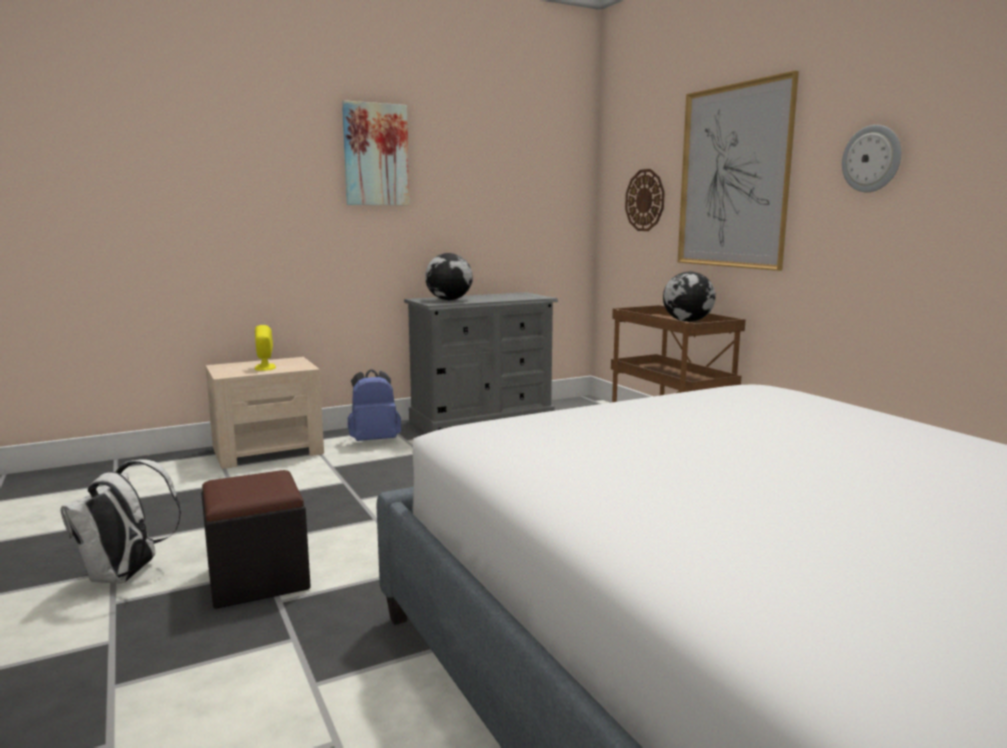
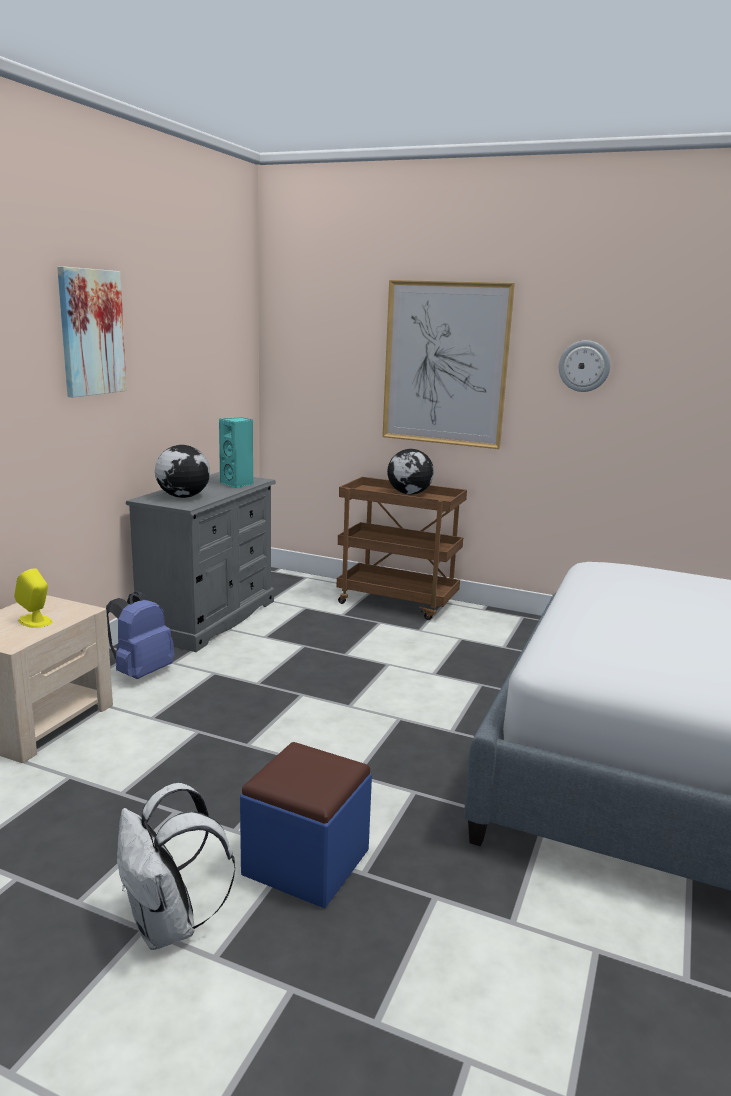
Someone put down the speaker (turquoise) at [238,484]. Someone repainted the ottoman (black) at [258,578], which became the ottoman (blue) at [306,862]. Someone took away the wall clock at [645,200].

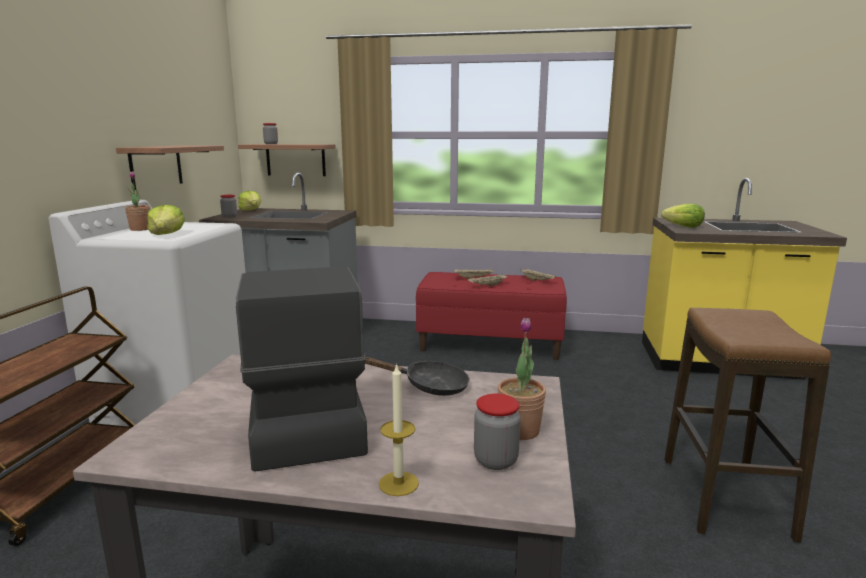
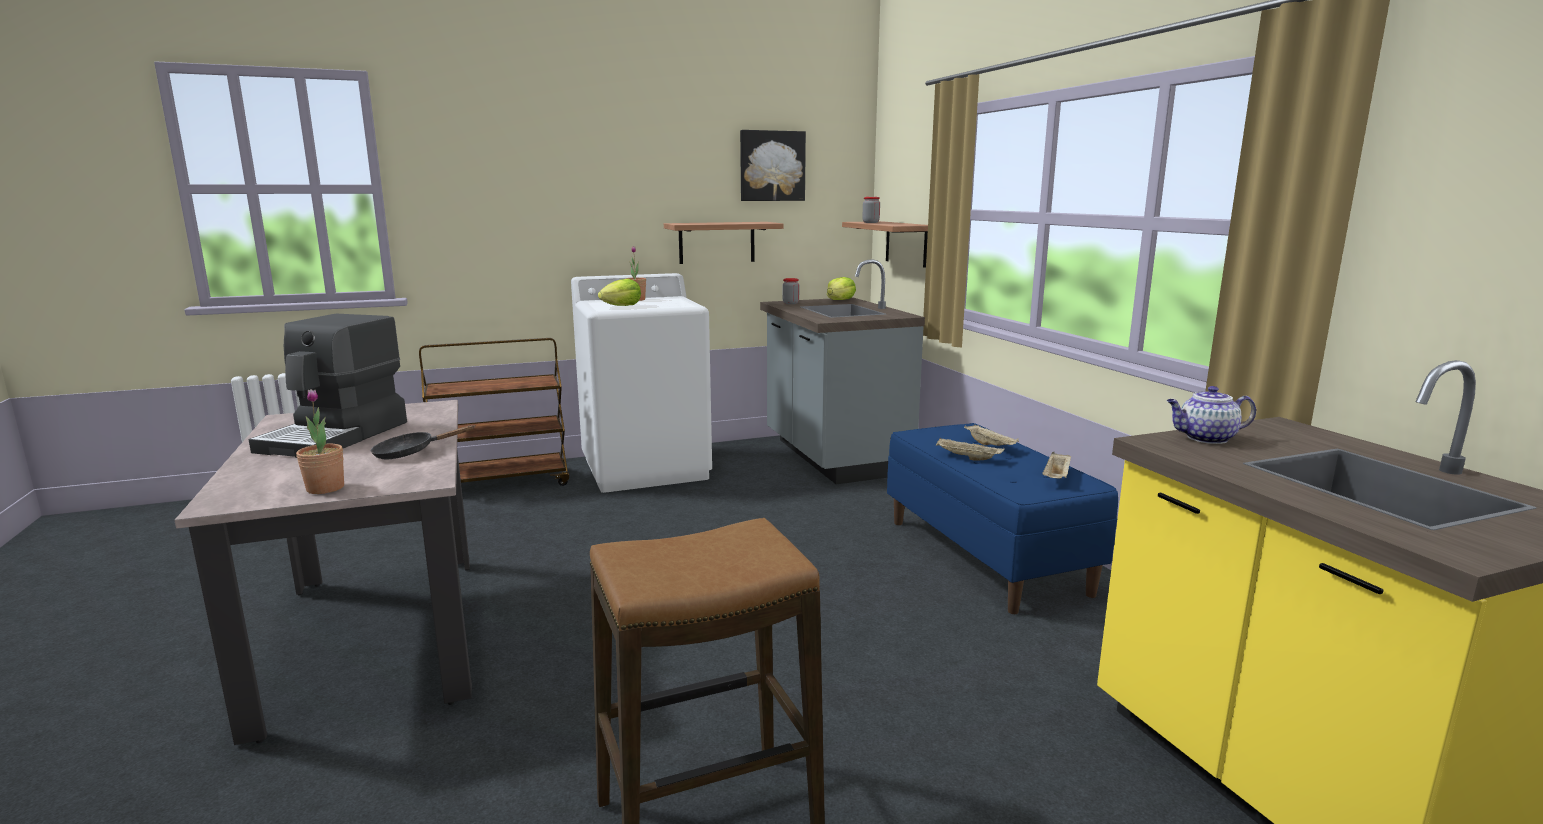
Someone rotated the coffee machine at [303,420] by 150 degrees clockwise. Someone rotated the frying pan (black) at [429,386] by 90 degrees clockwise. Someone put up the picture at [771,166]. Someone repainted the bench (red) at [490,344], which became the bench (blue) at [986,556]. Someone swapped the lettuce at [683,227] for the teapot at [1205,438]. Someone took away the candle at [398,483]. Someone took away the jar at [495,460].

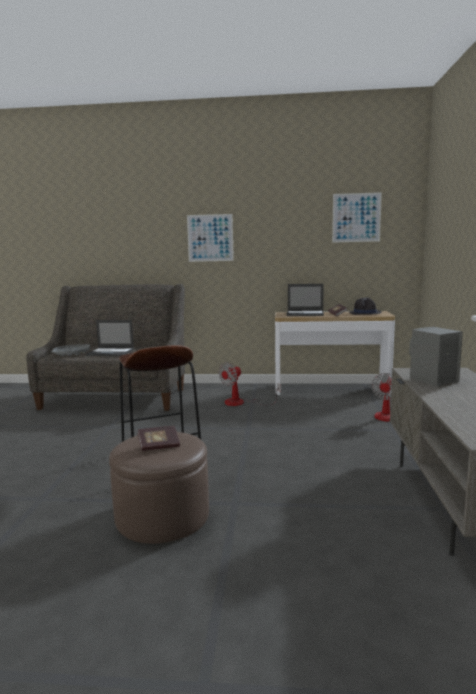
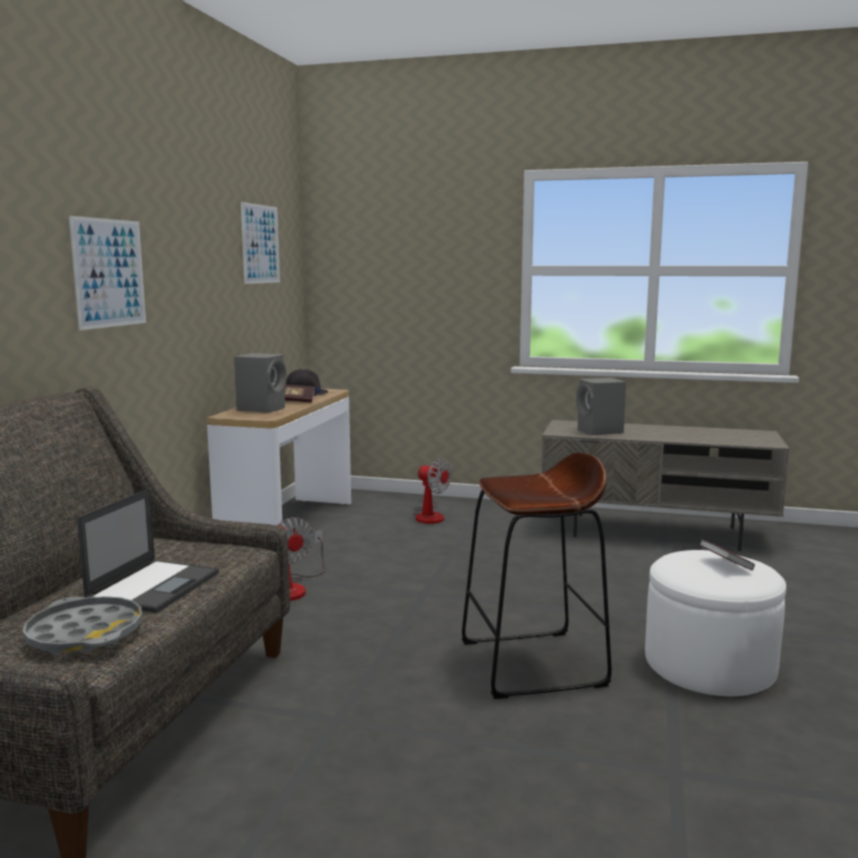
Someone swapped the laptop at [305,314] for the speaker (grey) at [262,409]. Someone repainted the ottoman (brown) at [162,516], which became the ottoman (white) at [709,664].

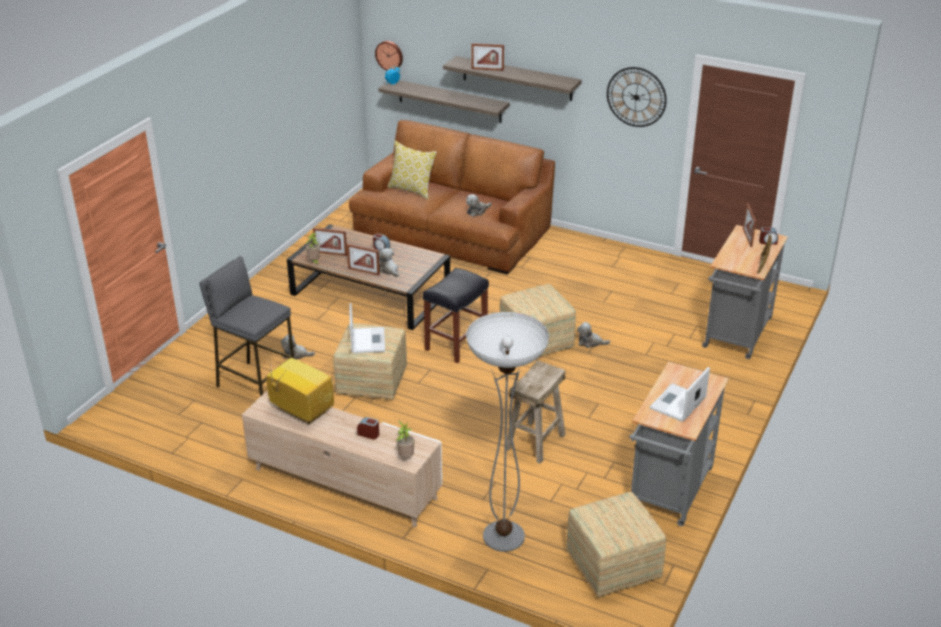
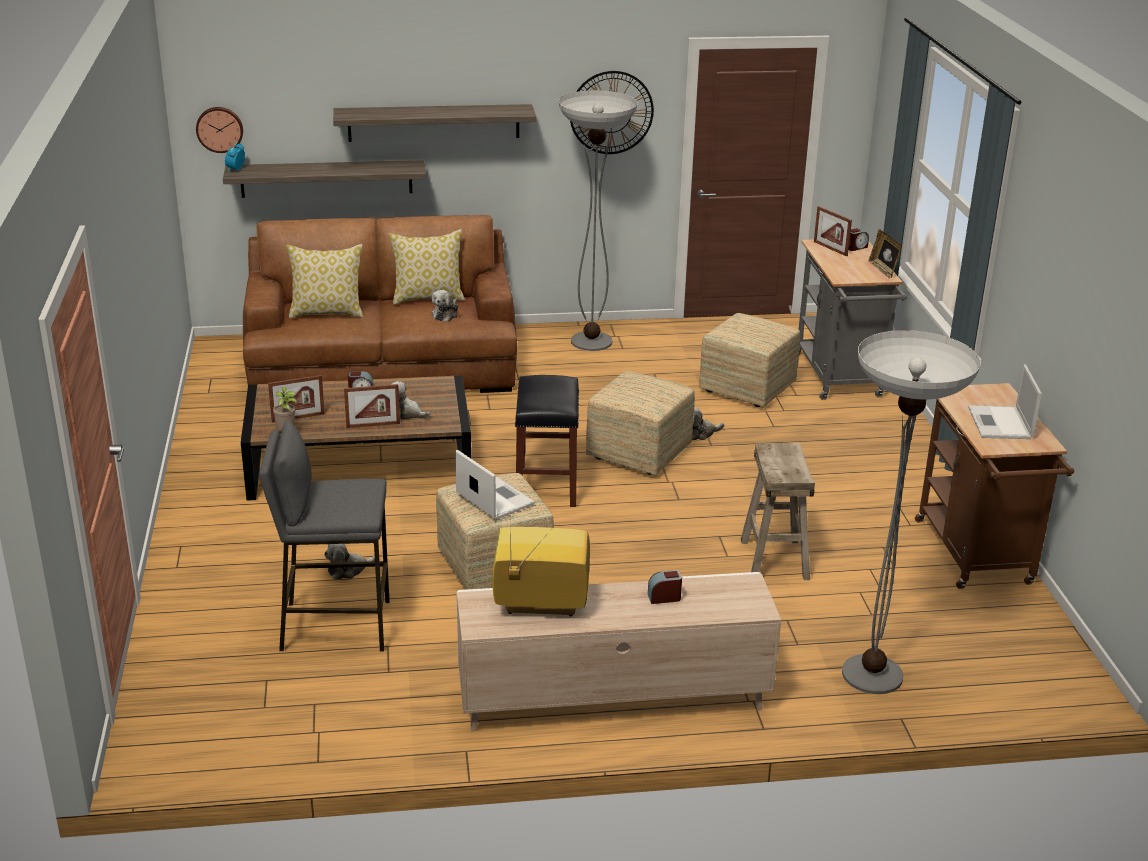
Someone put down the pillow at [428,298]. Someone put down the floor lamp at [591,341]. Someone carried the ottoman from [613,565] to [747,388]. Someone repainted the cart (grey) at [668,494], which became the cart (brown) at [977,557]. Someone took away the potted plant at [405,457]. Someone took away the picture frame at [487,69].

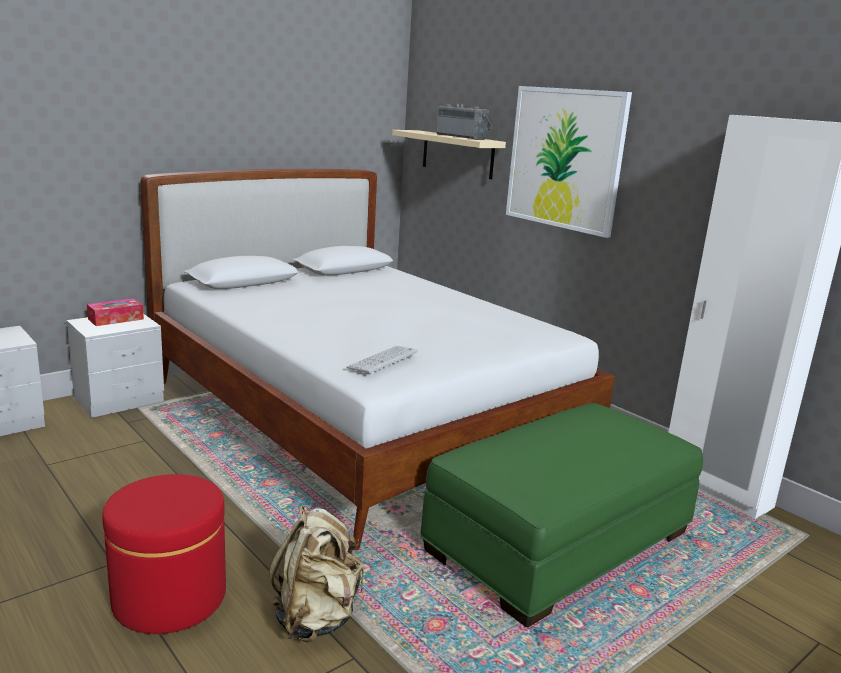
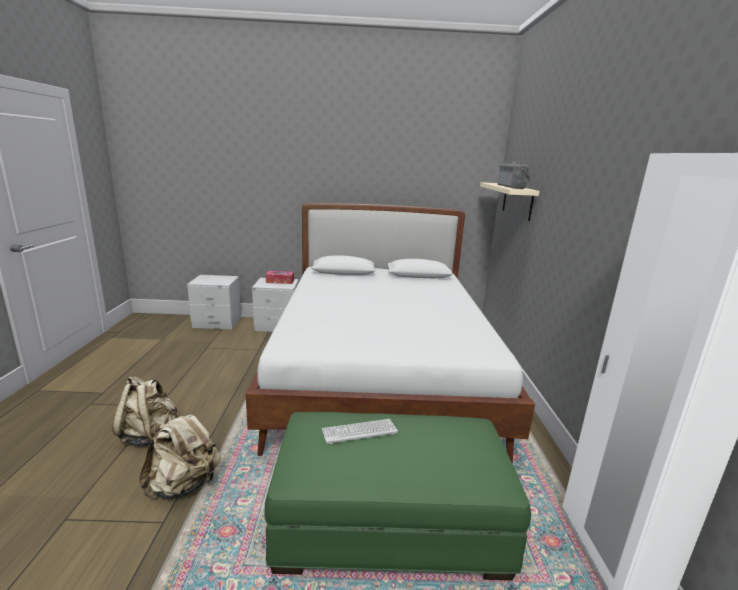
Someone swapped the ottoman (red) at [169,598] for the backpack (beige) at [150,435]. Someone carried the keyboard from [383,360] to [359,431]. Someone took away the picture at [565,159].

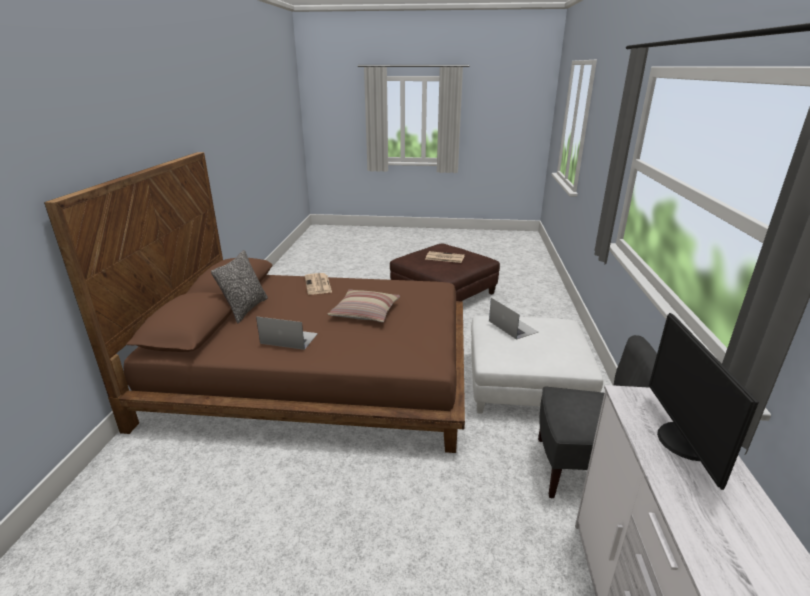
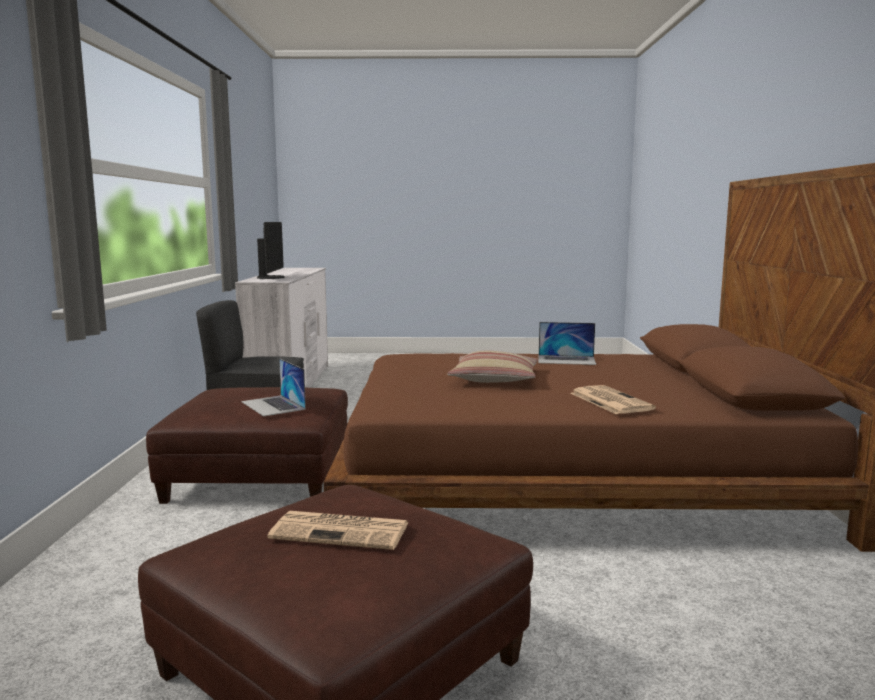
Someone repainted the ottoman (white) at [525,384], which became the ottoman (brown) at [261,475]. Someone took away the pillow at [245,309].

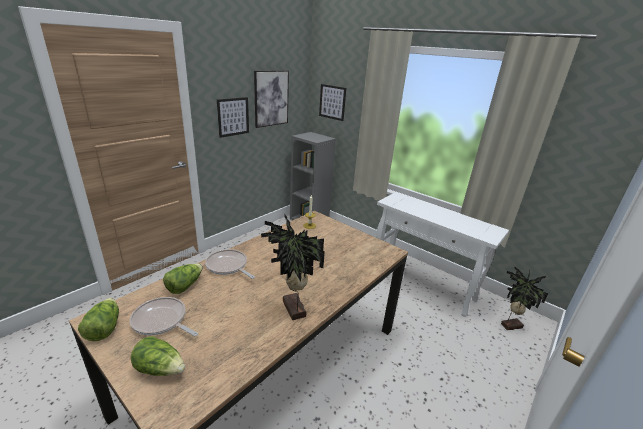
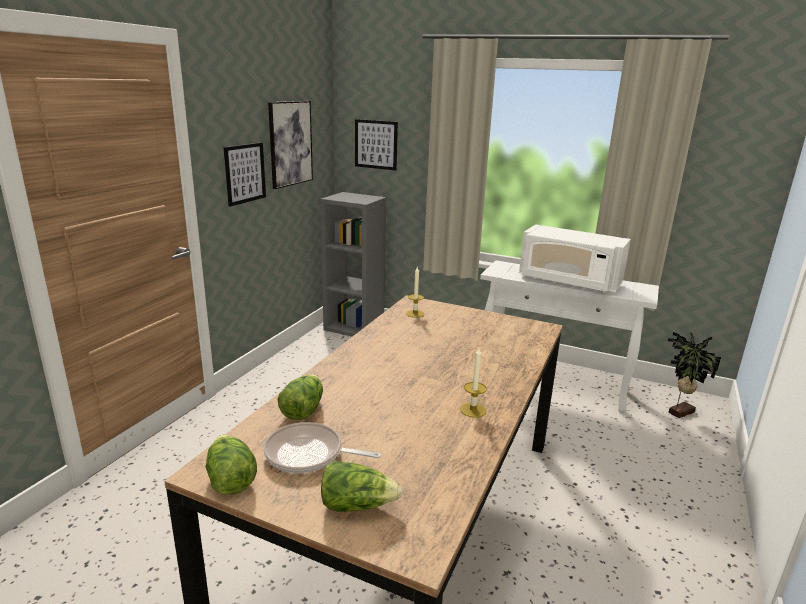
Someone swapped the potted plant at [292,310] for the candle at [473,410]. Someone put down the microwave (white) at [568,281]. Someone took away the frying pan at [228,266].

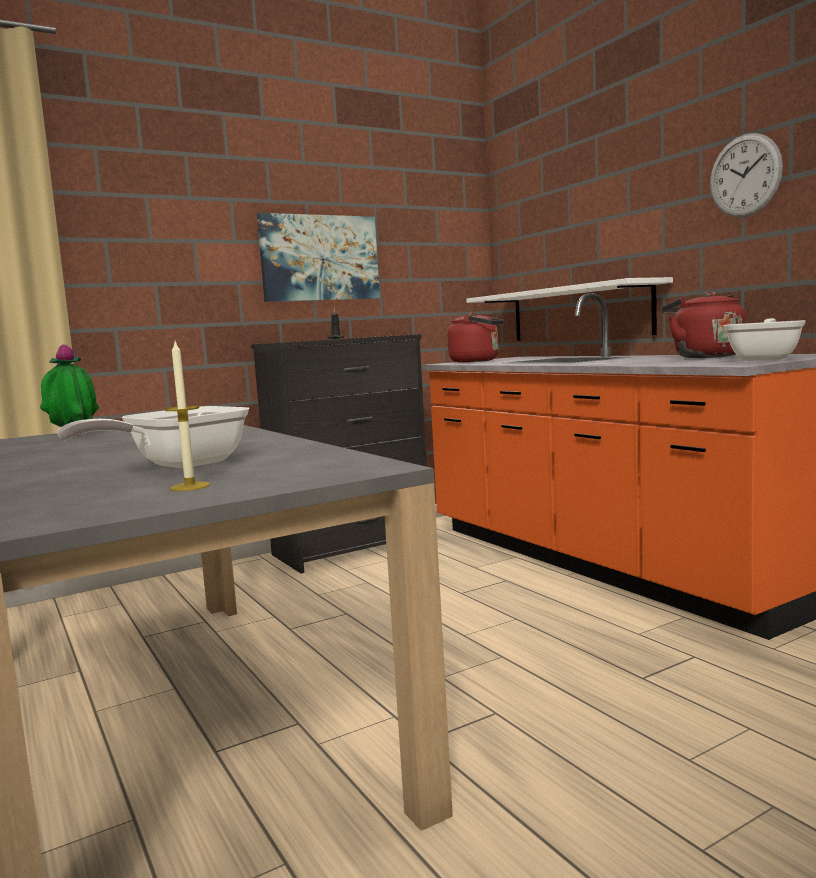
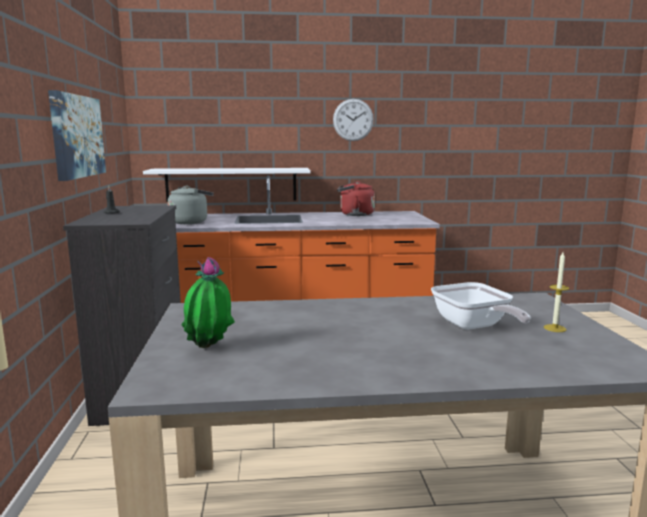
Someone repainted the kettle (red) at [477,361], which became the kettle (grey) at [190,222]. Someone took away the frying pan at [766,359].

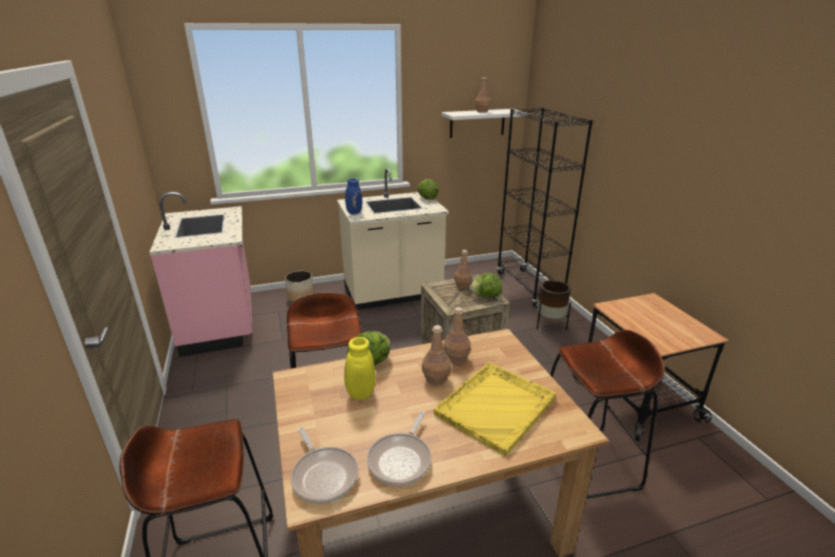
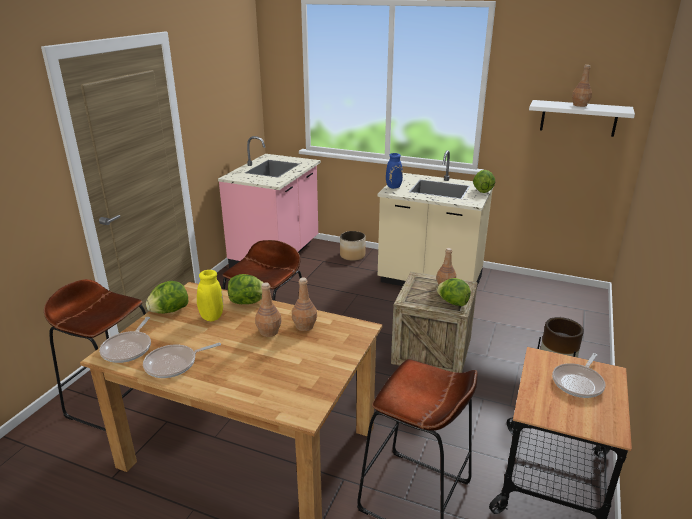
Someone put down the lettuce at [169,311]. Someone put down the frying pan at [578,382]. Someone took away the tray (yellow) at [496,406]. Someone took away the bookcase (black) at [529,287].

